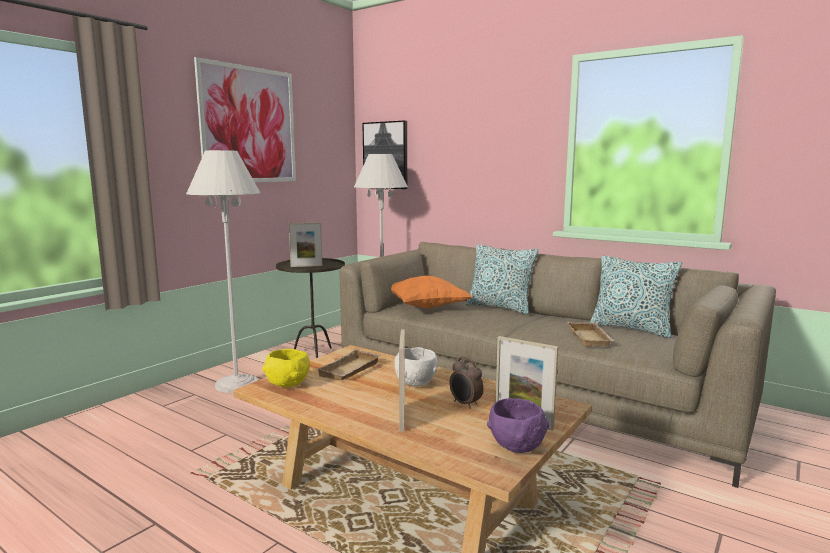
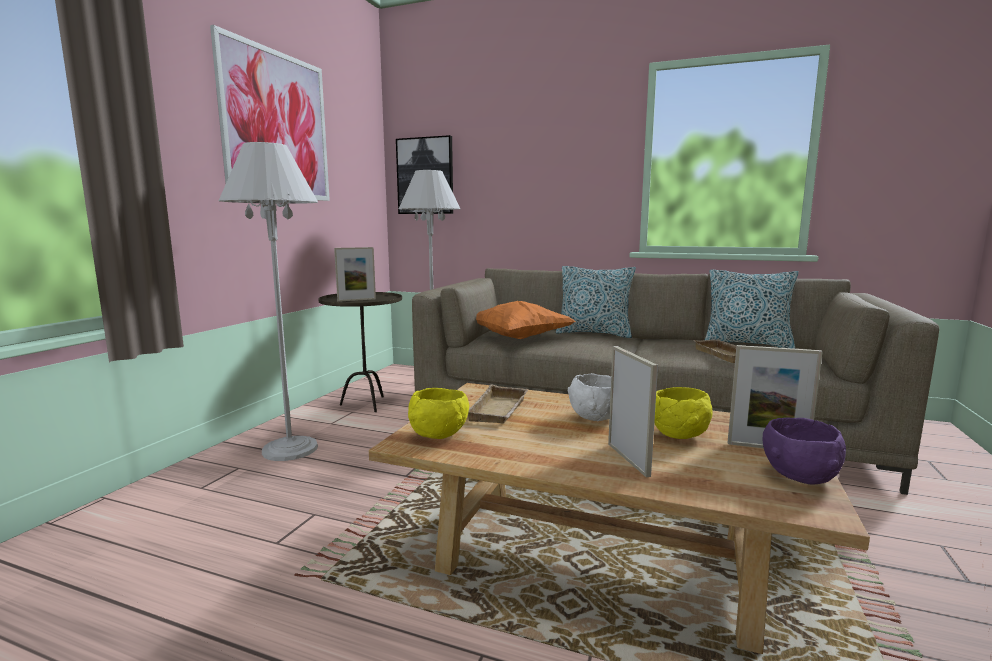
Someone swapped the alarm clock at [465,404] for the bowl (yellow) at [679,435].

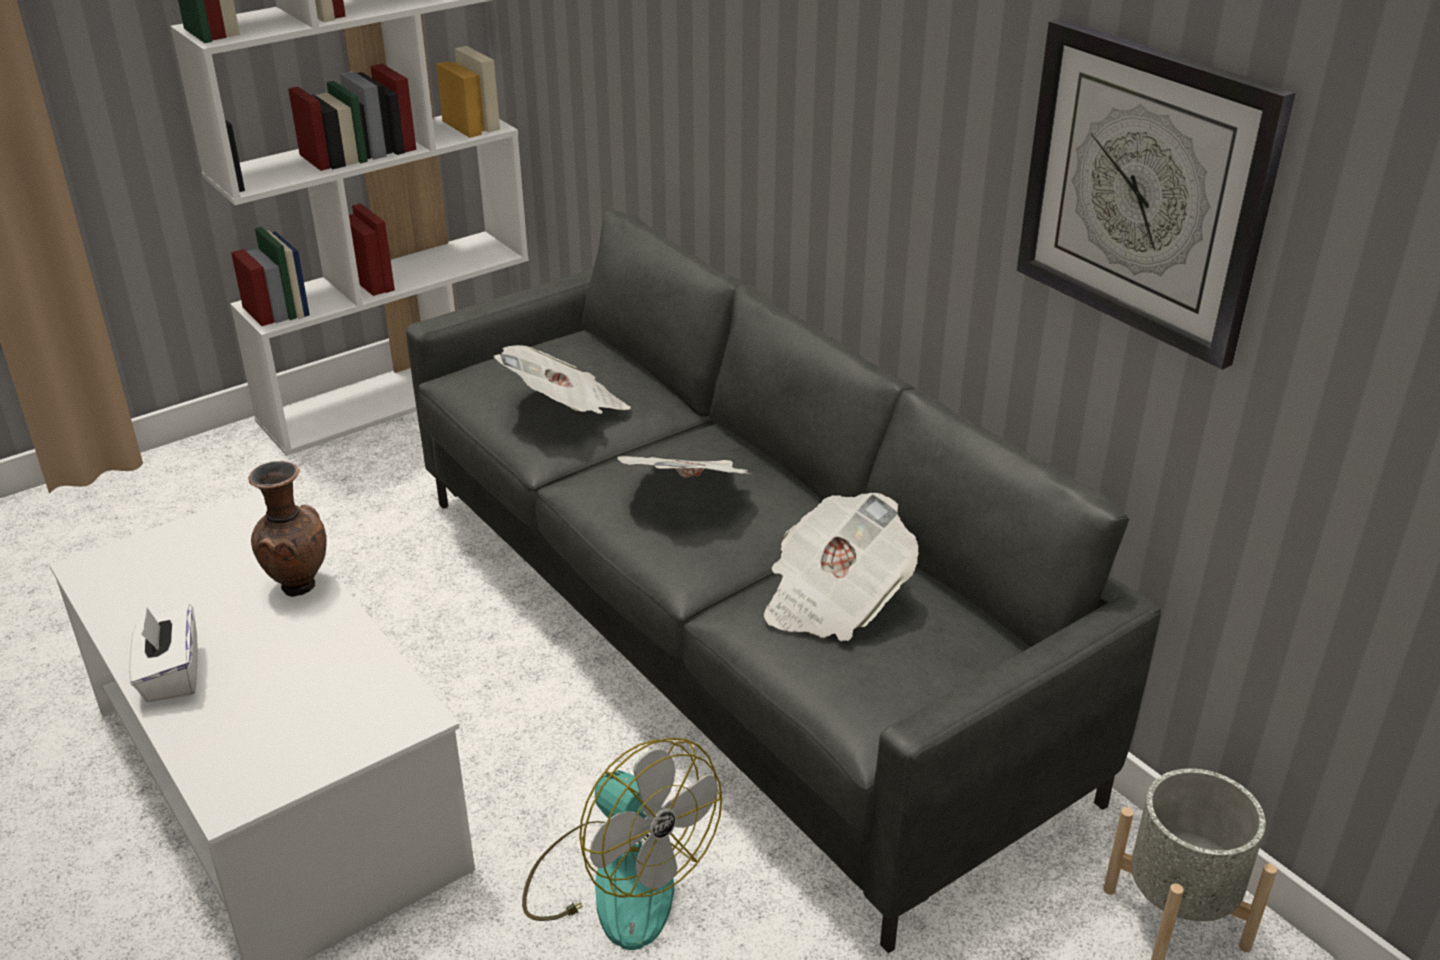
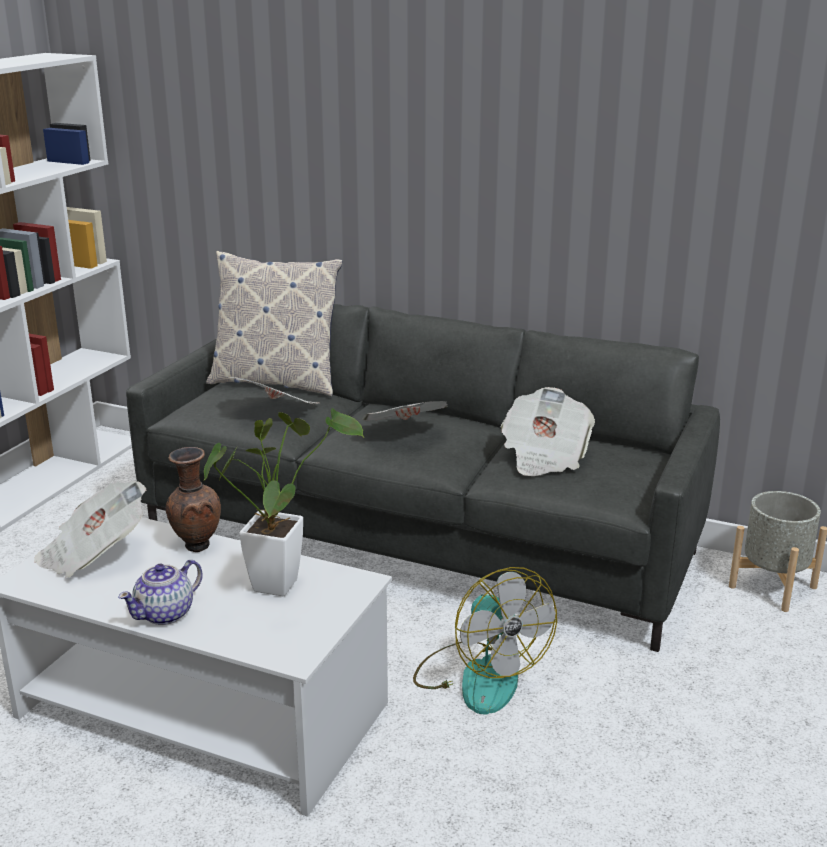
Someone put down the newspaper at [94,554]. Someone swapped the tissue box (white) at [171,675] for the teapot at [166,613]. Someone put down the potted plant at [280,580]. Someone put down the pillow at [276,382]. Someone rotated the fan at [617,881] by 45 degrees clockwise. Someone took away the wall clock at [1145,189].

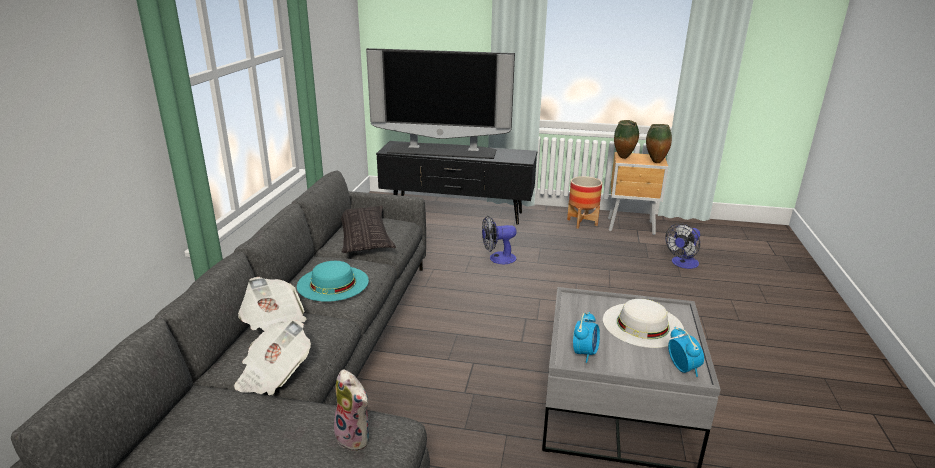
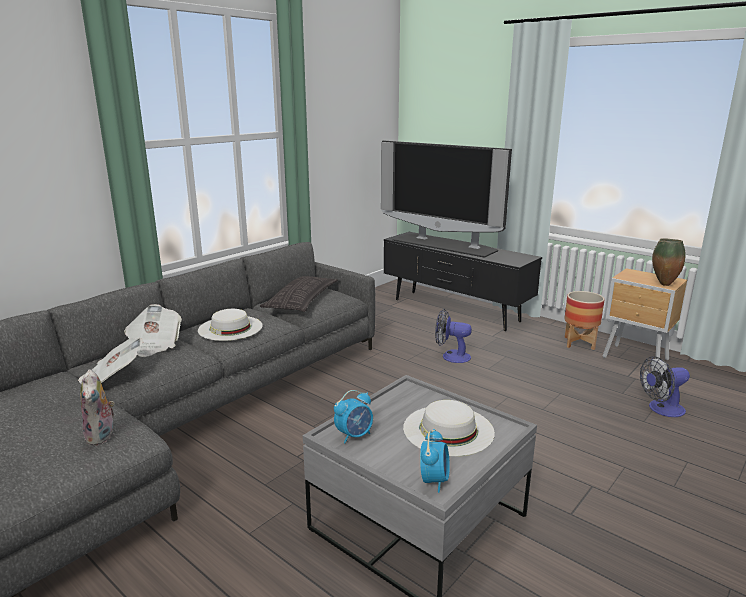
Someone repainted the hat (turquoise) at [333,283], which became the hat (white) at [230,328]. Someone took away the vase at [623,158].

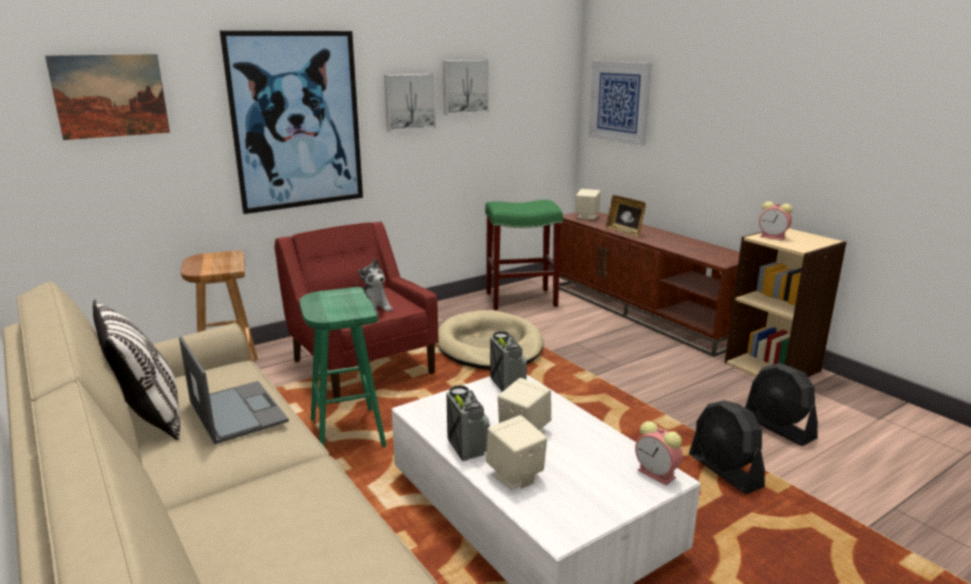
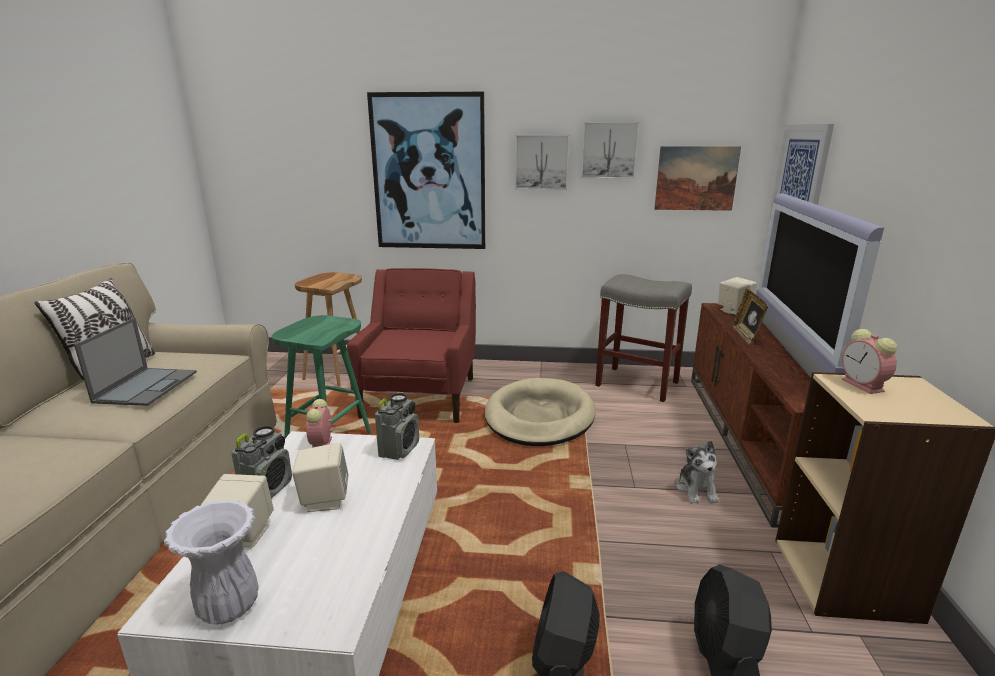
Someone put down the vase (white) at [227,607]. Someone carried the alarm clock from [658,474] to [322,445]. Someone repainted the stool (green) at [522,299], which became the stool (grey) at [638,384]. Someone carried the picture from [110,96] to [696,178]. Someone carried the plush toy from [372,308] to [696,490]. Someone put down the television at [787,353].

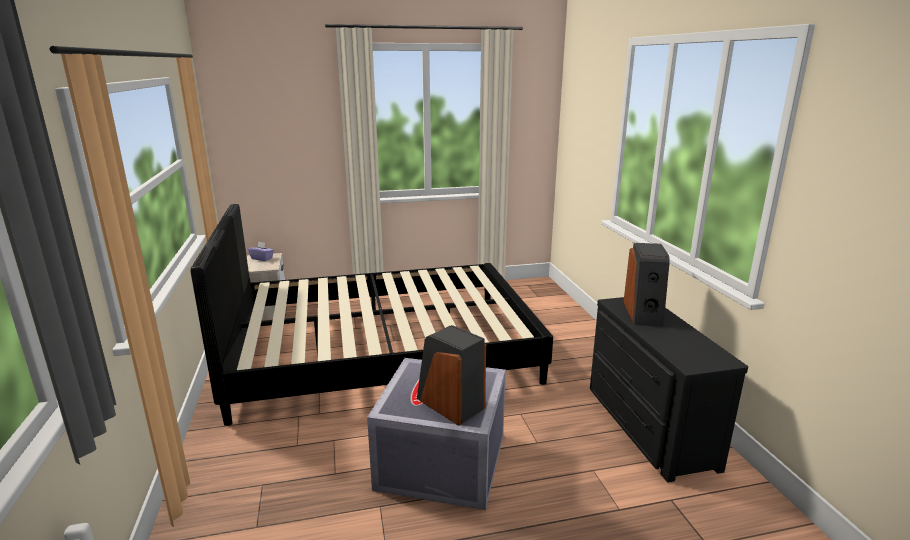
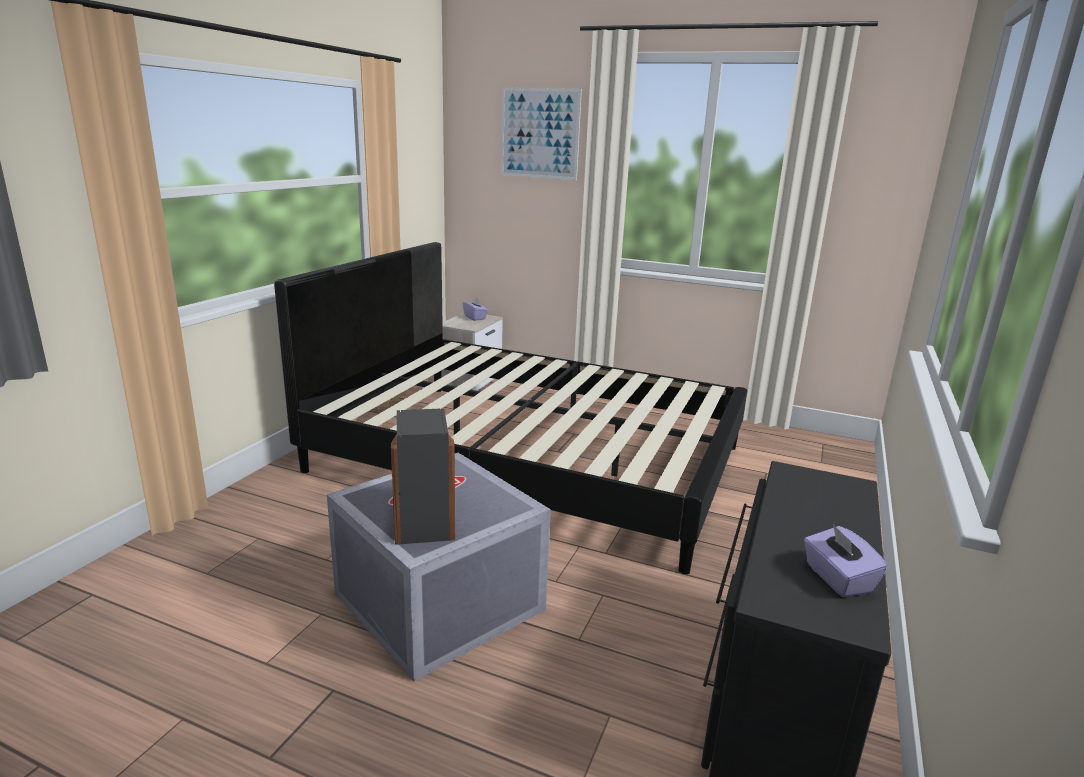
Someone put up the picture at [539,133]. Someone put down the tissue box (purple) at [837,579]. Someone took away the speaker at [644,314].

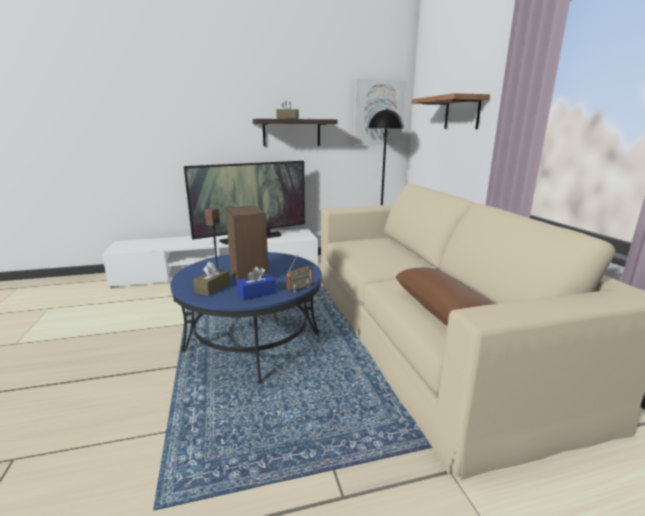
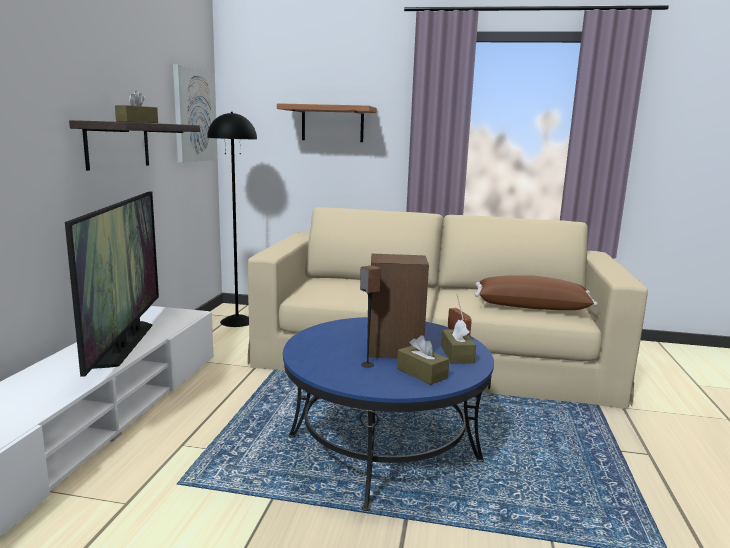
Someone repainted the tissue box (blue) at [256,293], which became the tissue box (brown) at [457,354].

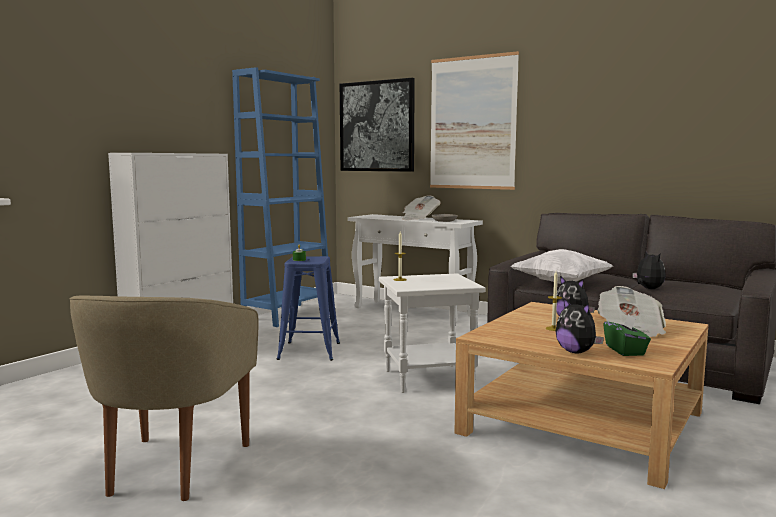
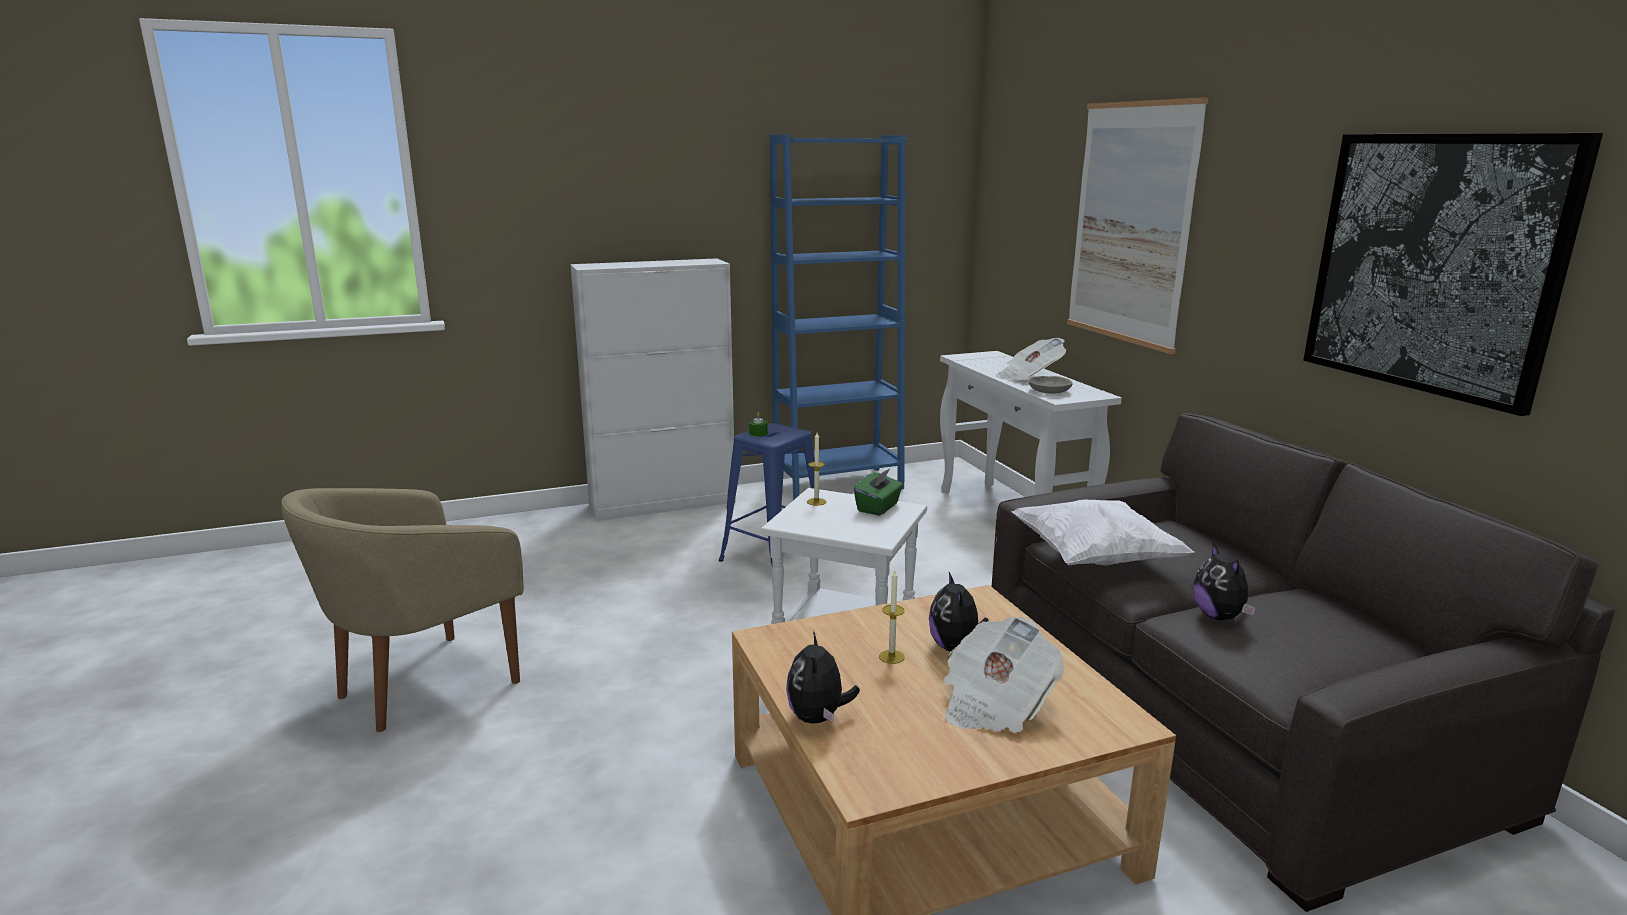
Someone carried the tissue box (green) from [625,350] to [878,507]. Someone rotated the plush toy at [648,289] by 150 degrees clockwise. Someone carried the picture from [377,126] to [1434,264].

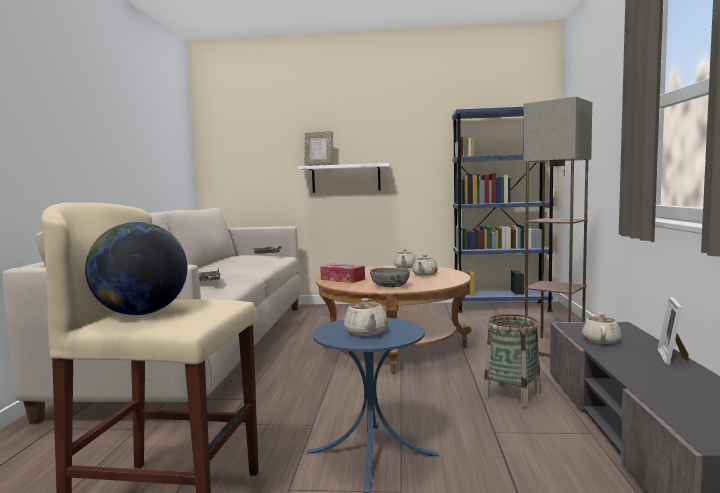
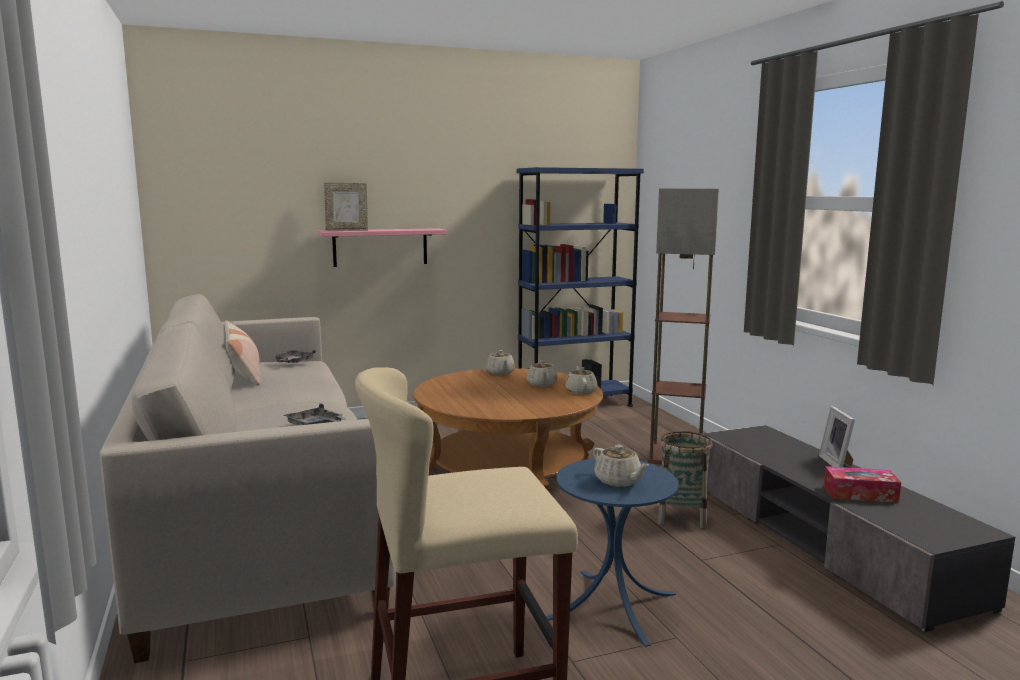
Someone put down the pillow at [243,375]. Someone repainted the shelf (white) at [346,178], which became the shelf (pink) at [380,247]. Someone carried the teapot (beige) from [601,340] to [581,391]. Someone carried the tissue box from [342,279] to [860,494]. Someone took away the globe at [141,313]. Someone took away the bowl (grey) at [390,286].

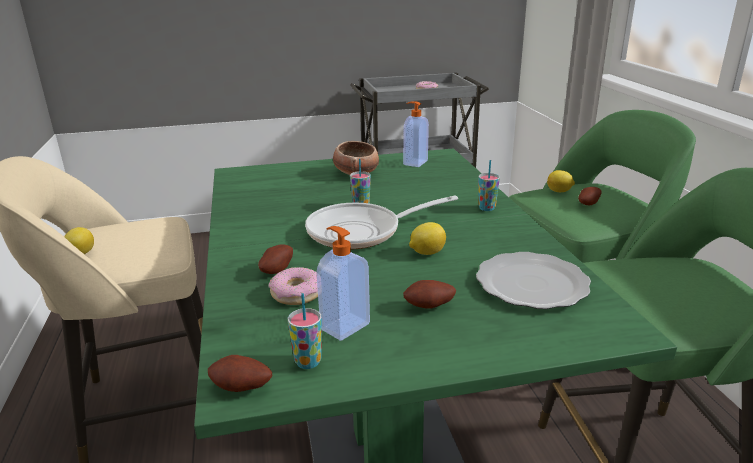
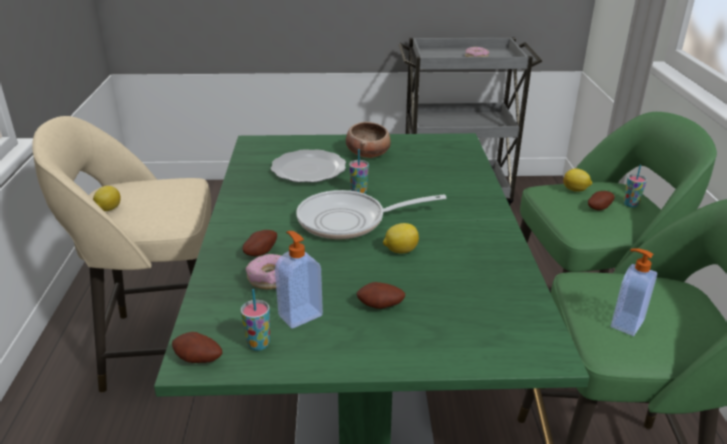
Someone carried the plate from [530,283] to [308,169]. Someone carried the soap dispenser from [414,162] to [626,323]. Someone carried the cup from [486,208] to [630,204].

